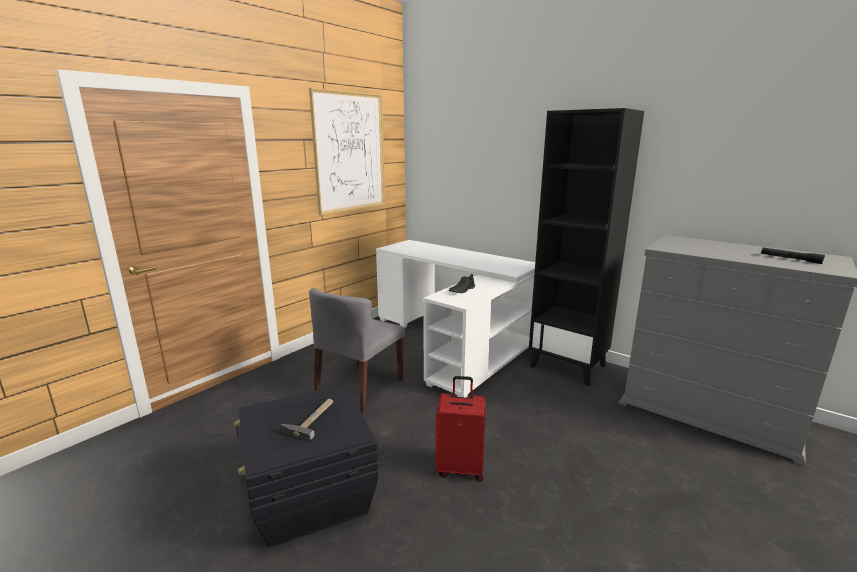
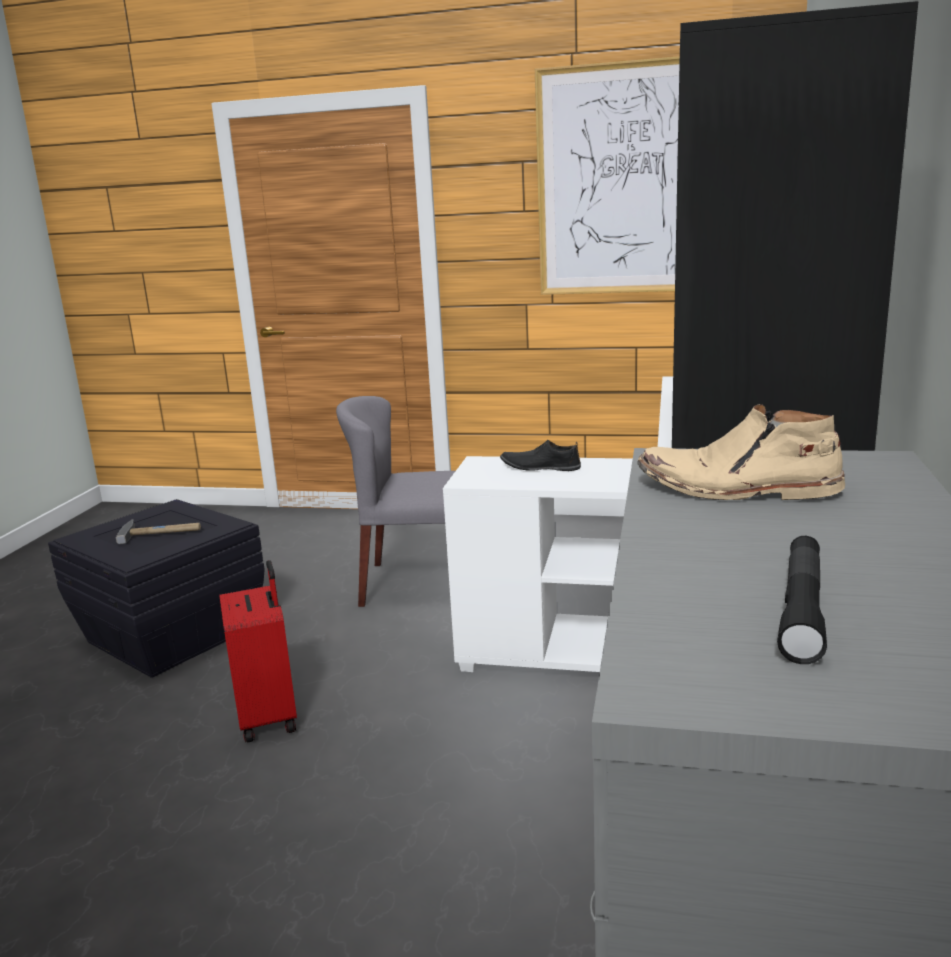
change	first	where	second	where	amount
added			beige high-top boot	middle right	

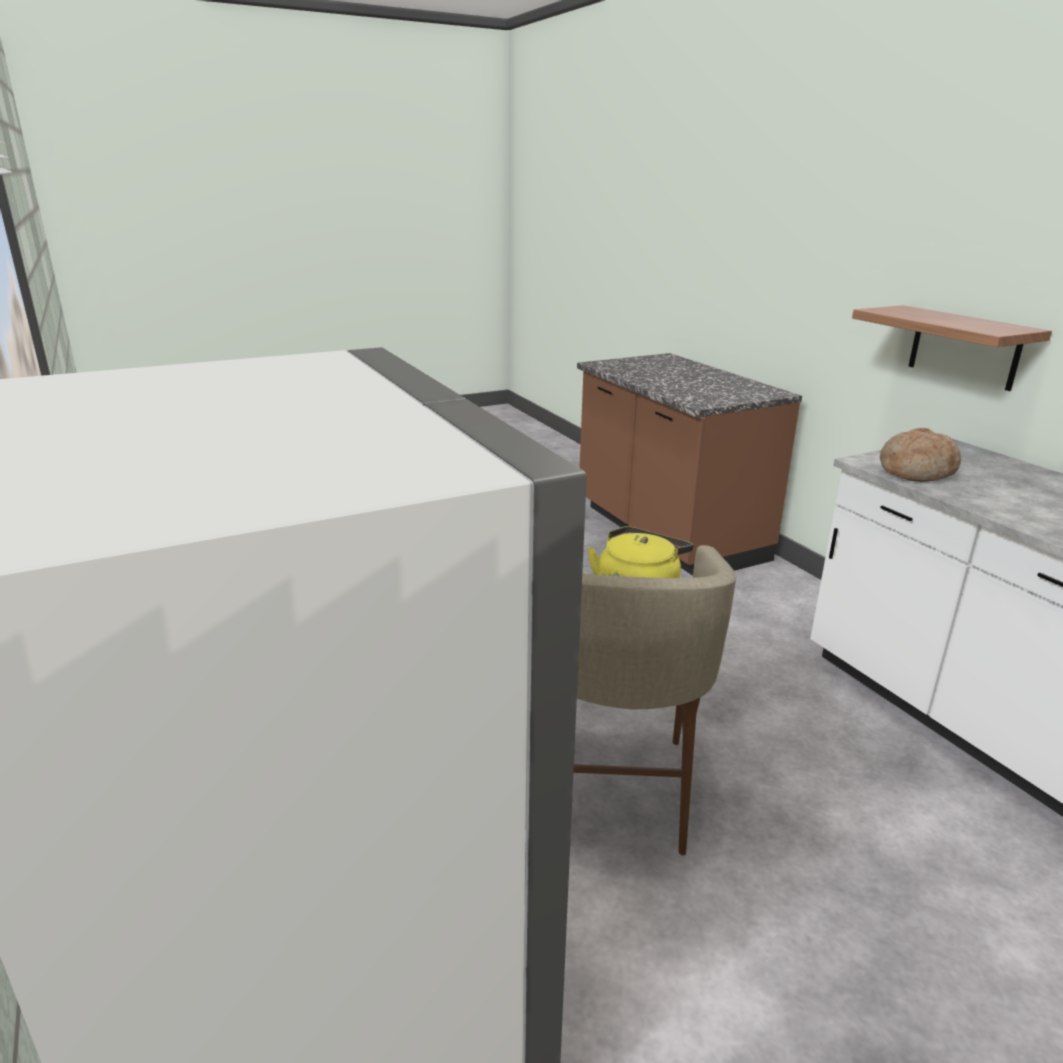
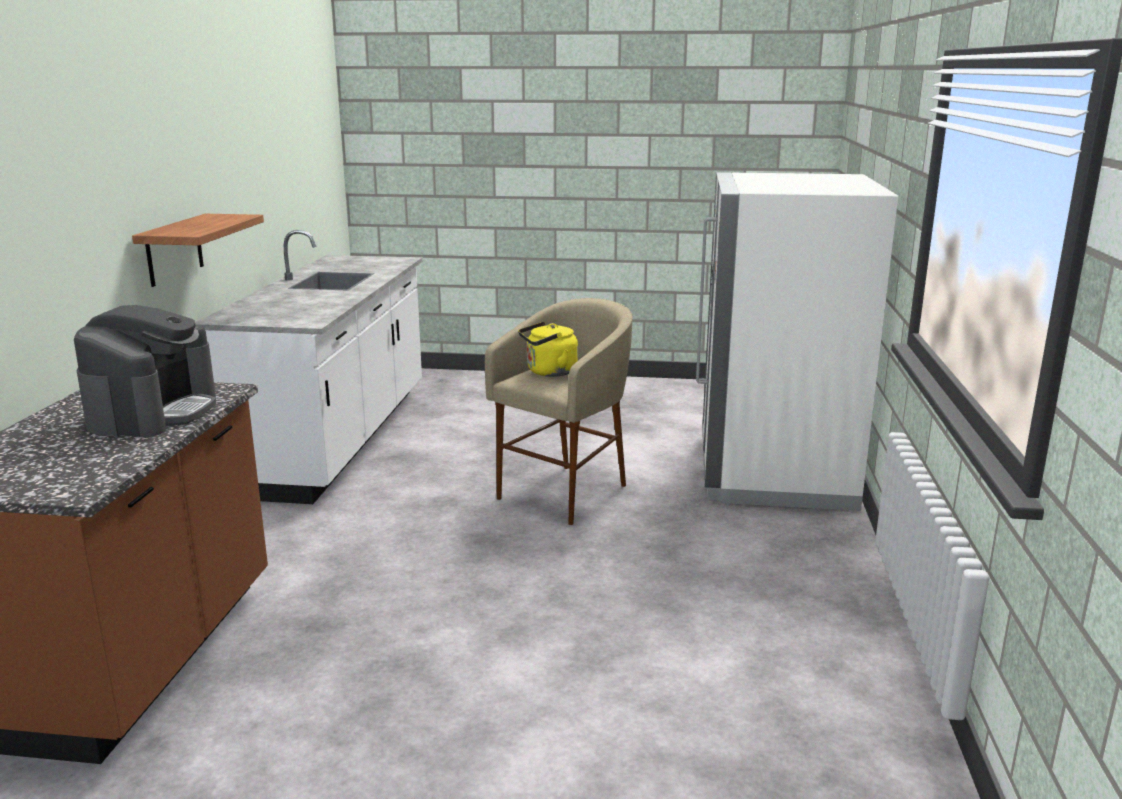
change	first	where	second	where	amount
removed	baked bread	middle right			
added			coffee brewer	middle left	

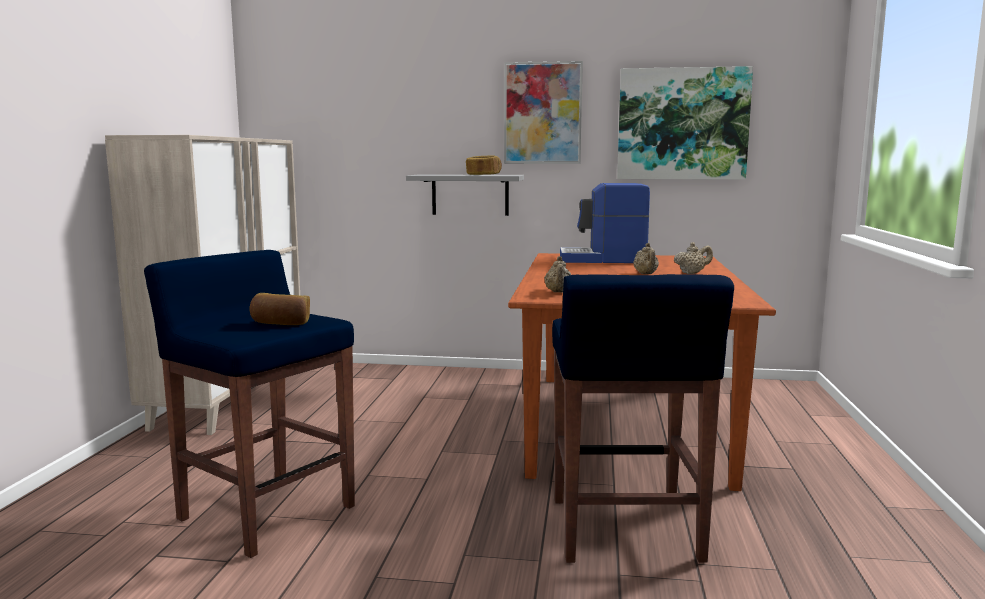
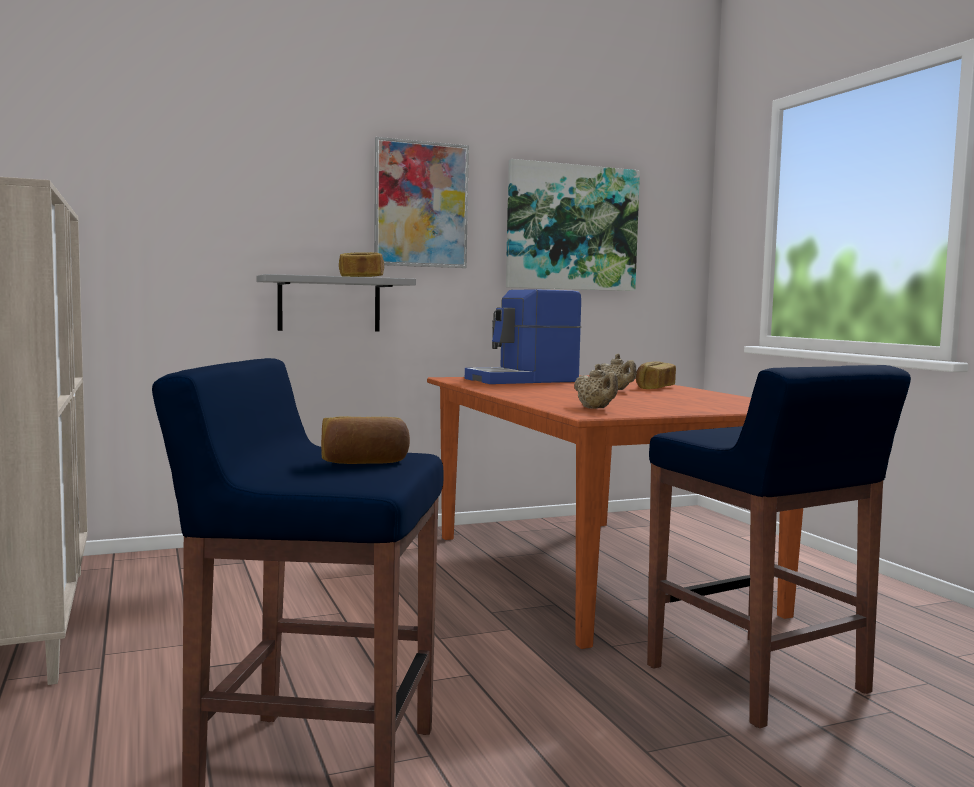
change	first	where	second	where	amount
replaced	beige pot for tea (3rd from left)	middle right	baked bread (3rd from left)	middle right	

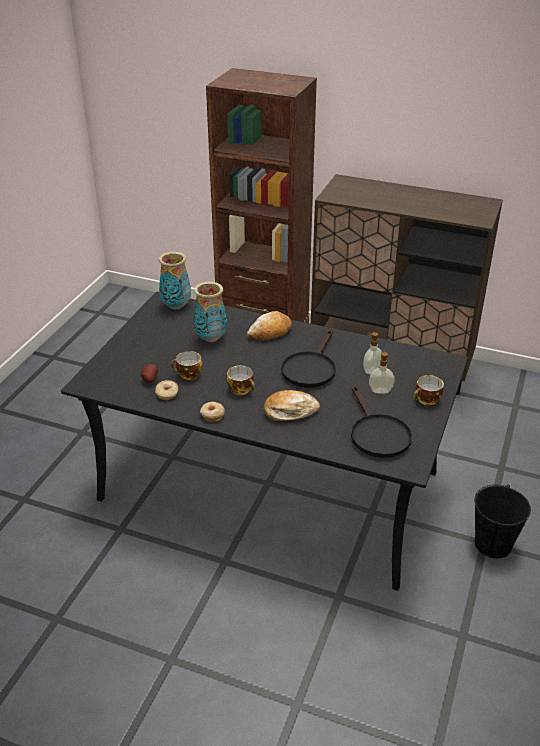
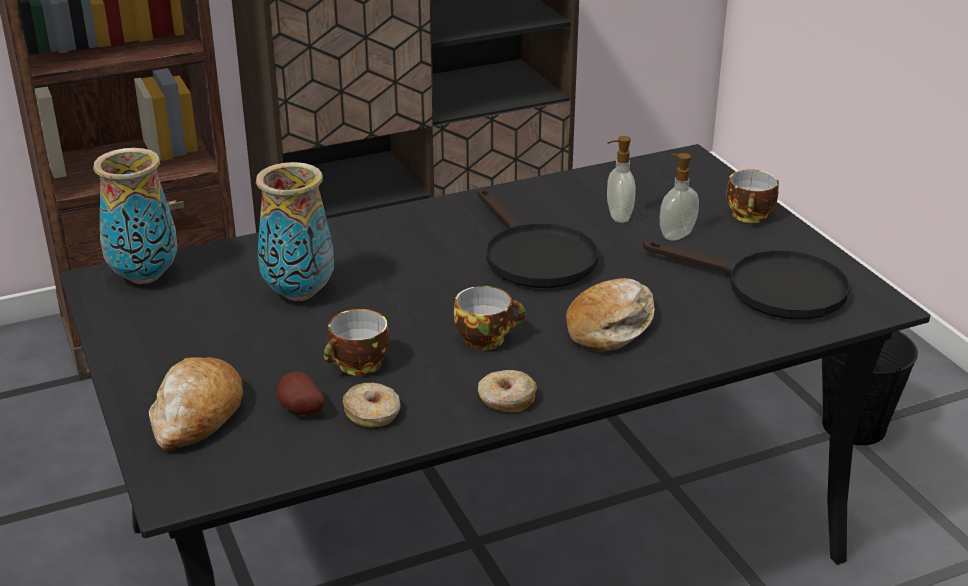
change	first	where	second	where	amount
moved	baked bread (1st from left)	centre		bottom left	

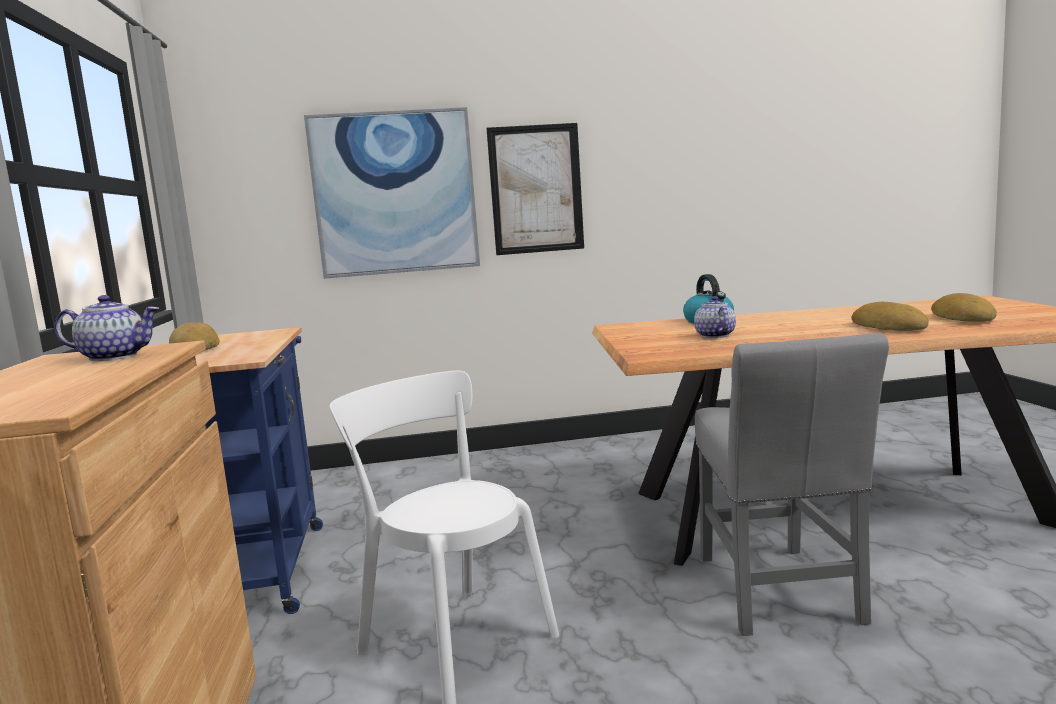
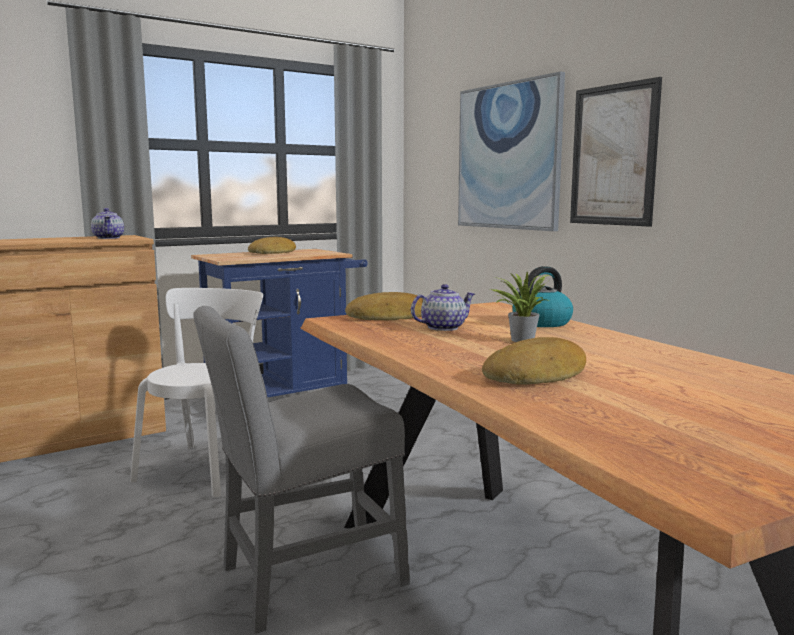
change	first	where	second	where	amount
added			houseplant	centre	
moved	baked bread (3rd from left in the first image)	middle right	baked bread (2nd from left)	centre	

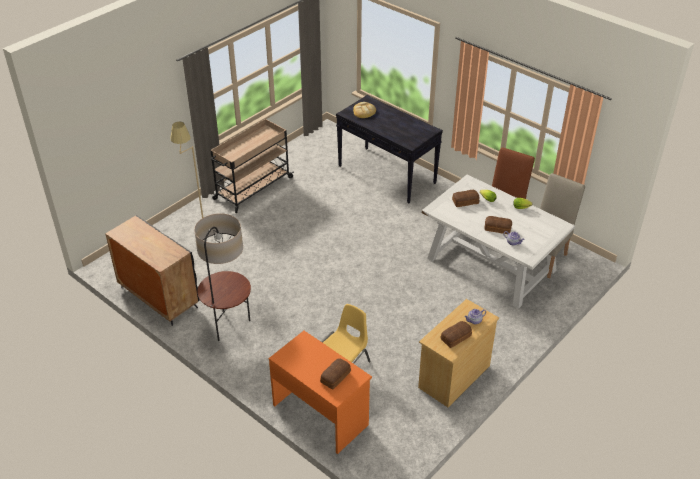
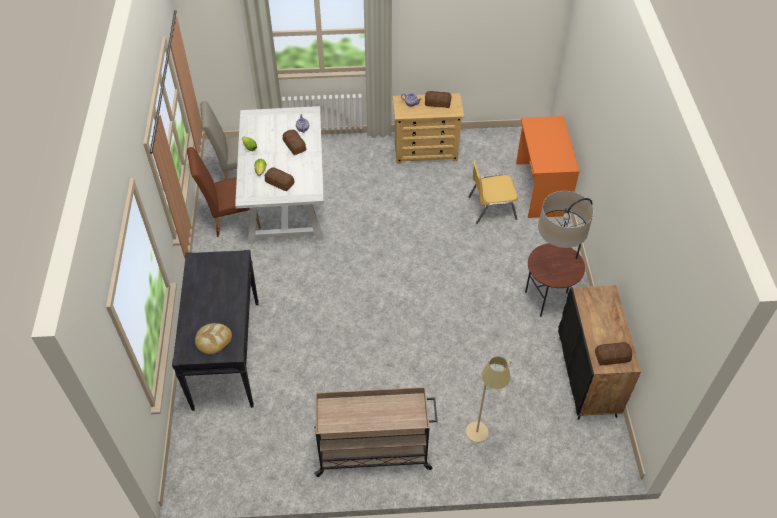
change	first	where	second	where	amount
moved	baked bread (1st from left in the first image)	bottom centre	baked bread (5th from left)	bottom right	

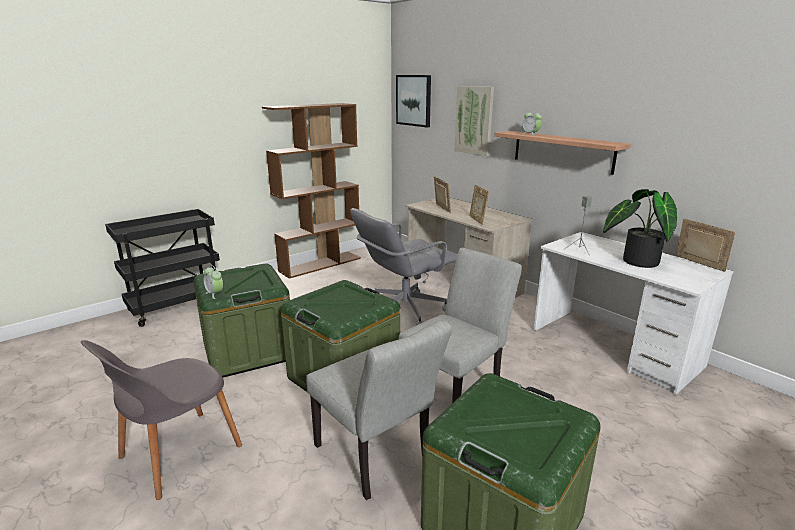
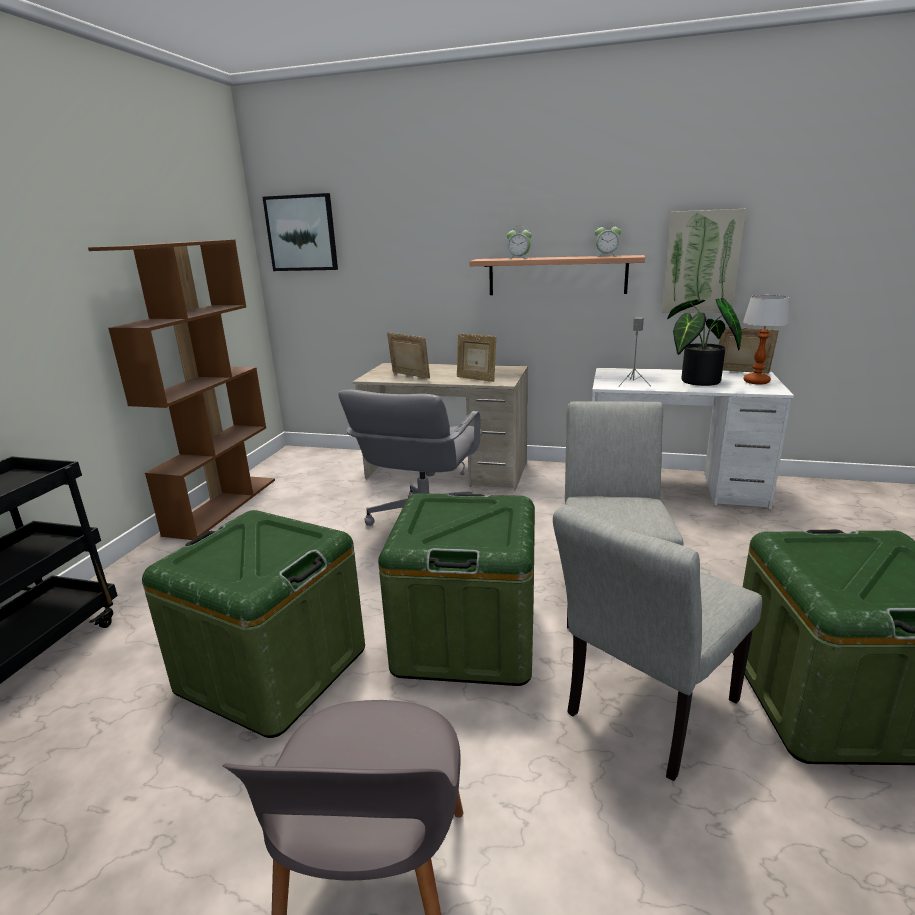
change	first	where	second	where	amount
added			table lamp	middle right	
moved	bedside clock (1st from left in the first image)	middle left	bedside clock (2nd from left)	top centre	
moved	wall picture (2nd from left)	top centre		top right	
turned	gray plain chair (2nd from left in the first image)	bottom centre	gray plain chair (3rd from left)	bottom right	120 degrees clockwise

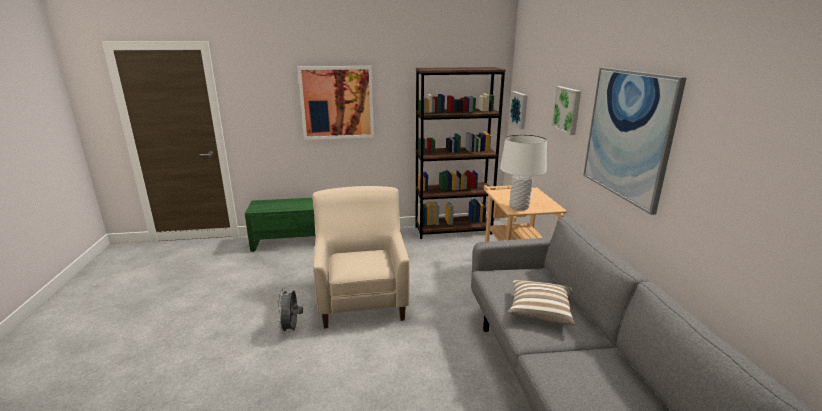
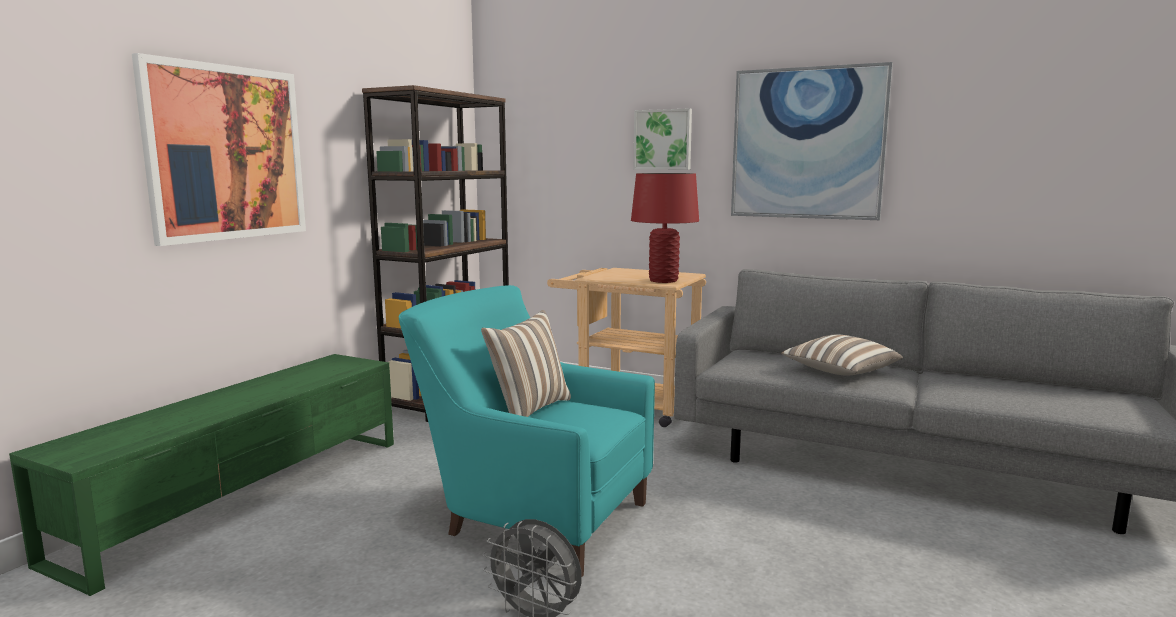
change	first	where	second	where	amount
removed	wall picture (2nd from left)	top centre			
added			throw pillow (1st from left)	centre	
recoloured	beige armchair	centre	blue-green armchair	bottom centre	
recoloured	whitish table lamp	centre	reddish table lamp	centre	

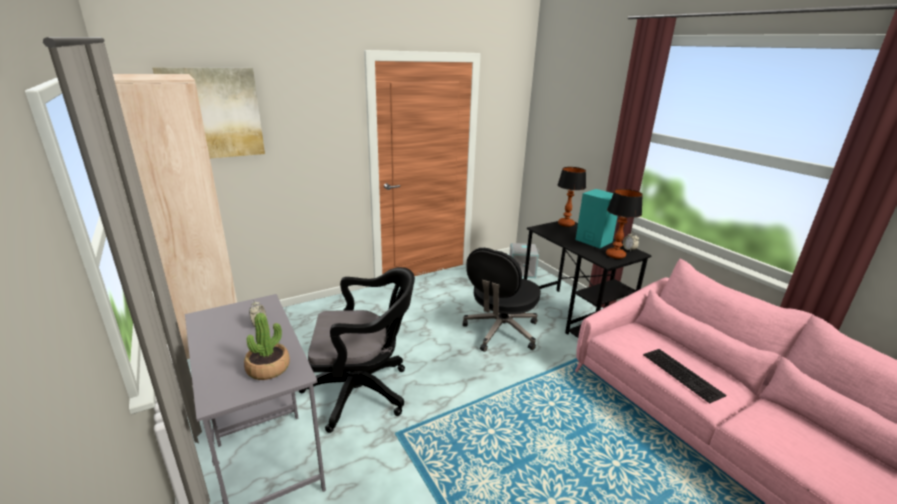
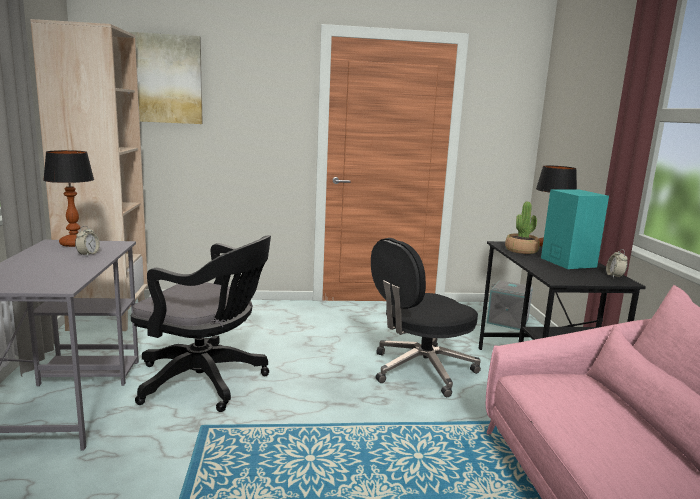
change	first	where	second	where	amount
removed	PC keyboard	bottom right			
moved	houseplant	bottom left		middle right	
moved	table lamp (2nd from left in the first image)	middle right	table lamp (1st from left)	middle left	

